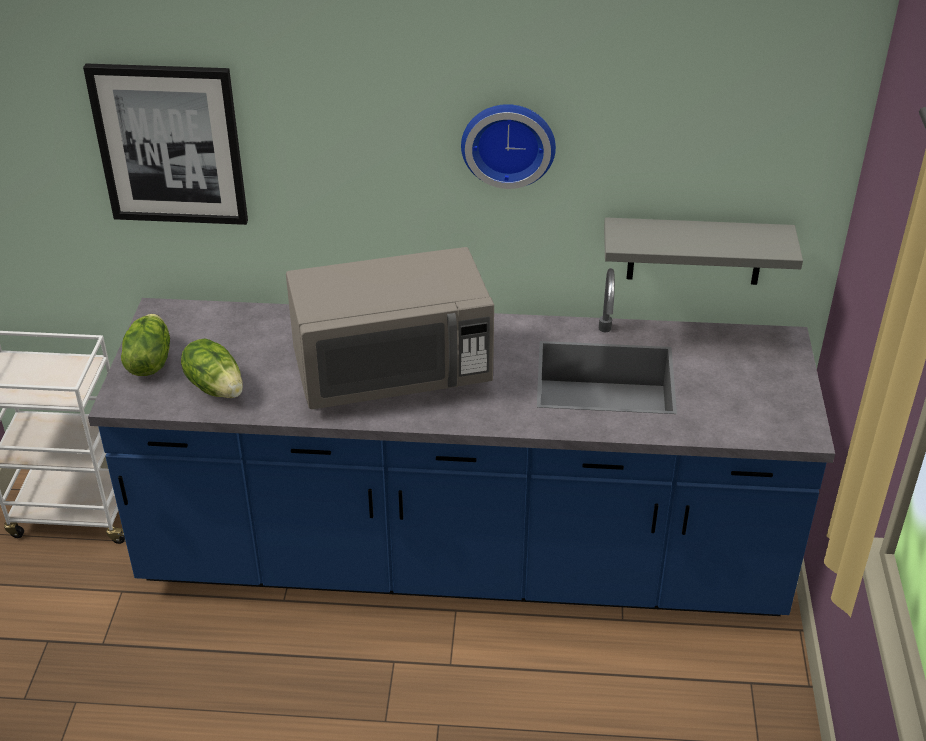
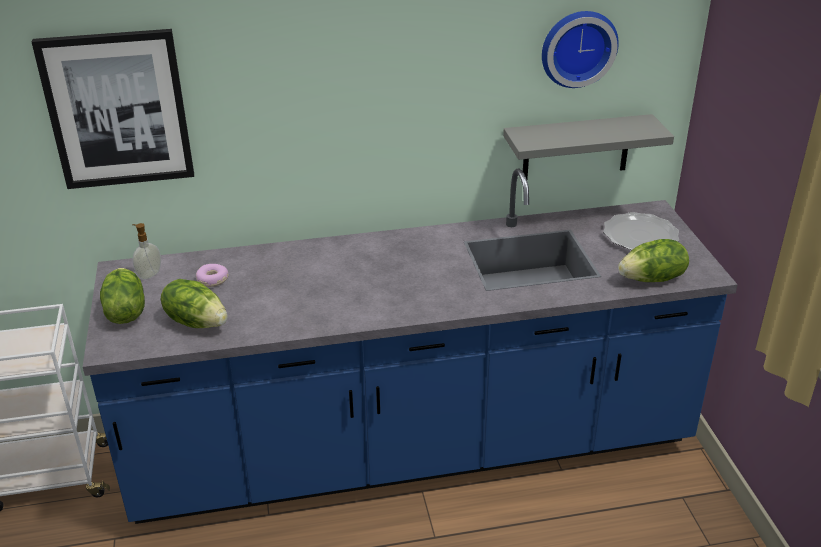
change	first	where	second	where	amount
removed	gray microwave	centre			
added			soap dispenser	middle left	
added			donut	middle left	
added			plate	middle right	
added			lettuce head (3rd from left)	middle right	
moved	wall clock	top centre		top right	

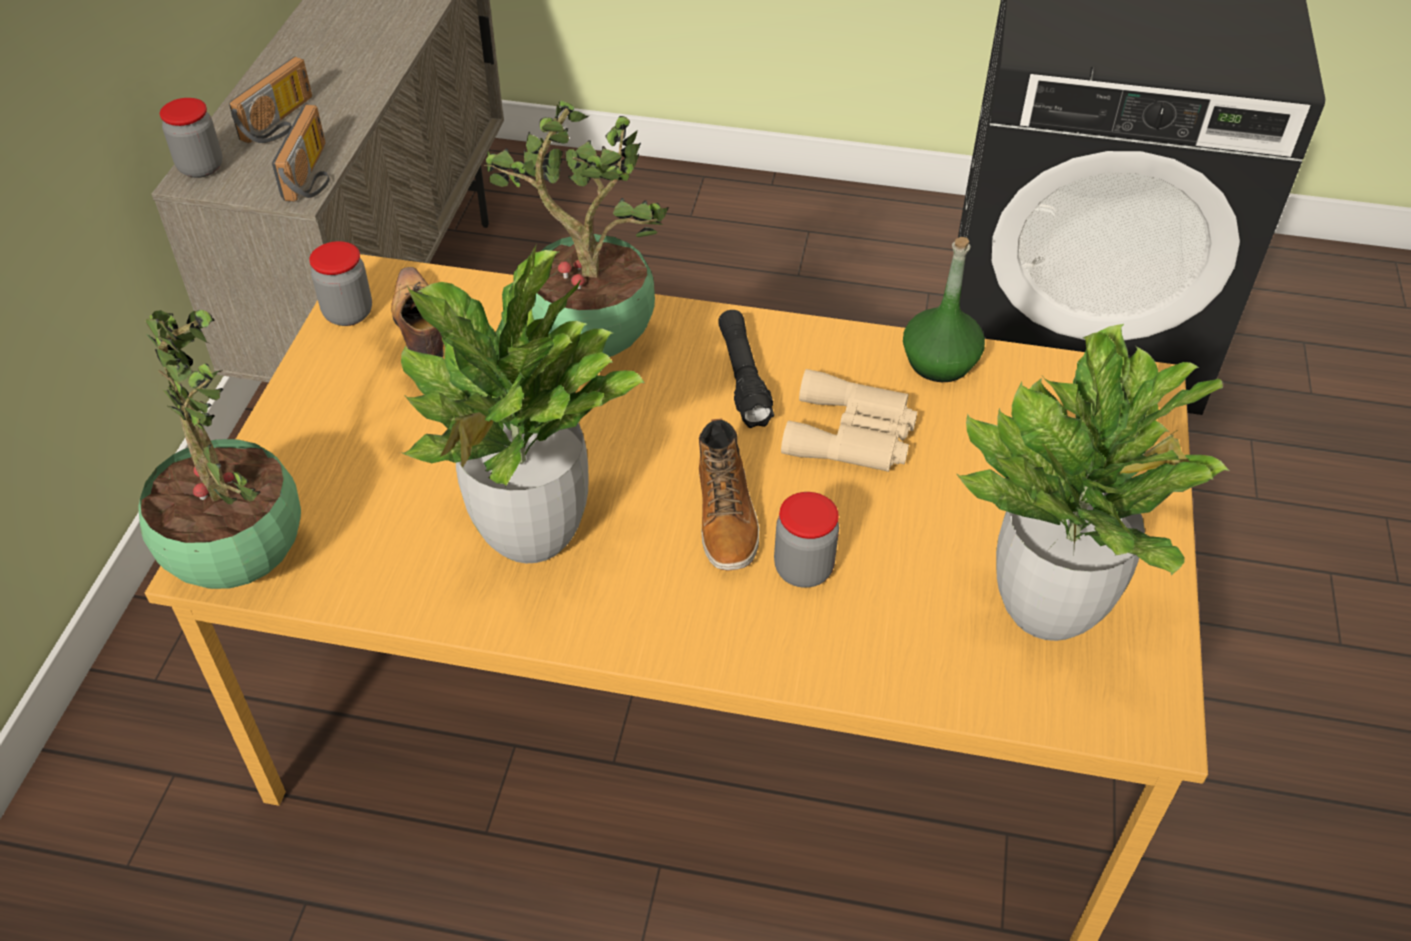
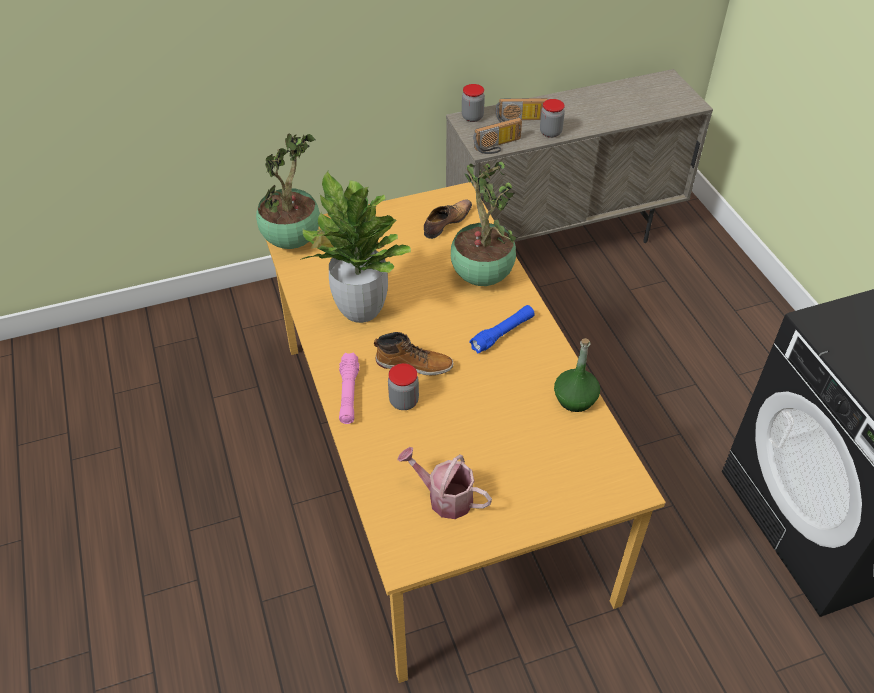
change	first	where	second	where	amount
removed	beige pair of binoculars	centre			
added			pink hand torch	centre	
moved	preserve jar (2nd from left in the first image)	top left	preserve jar (3rd from left)	top centre	
replaced	houseplant (4th from left)	middle right	watering can	bottom centre	
recoloured	black hand torch	centre	bluish hand torch	centre	
turned	high-top boot	centre		centre	135 degrees counterclockwise

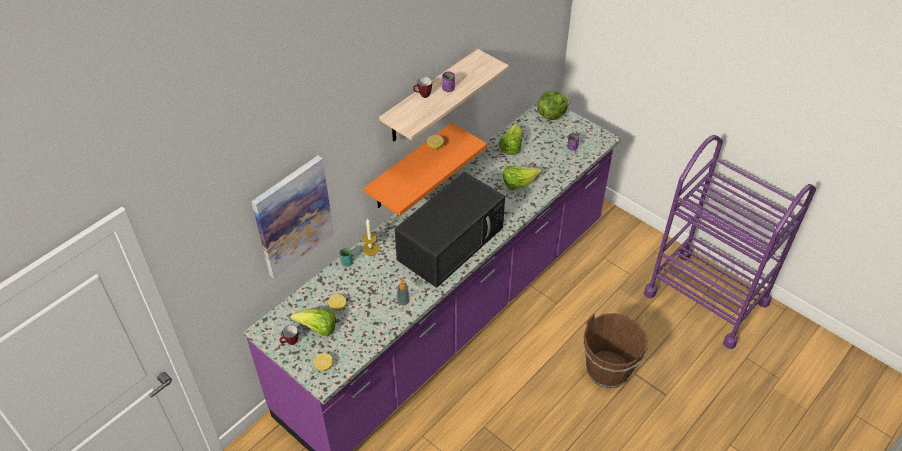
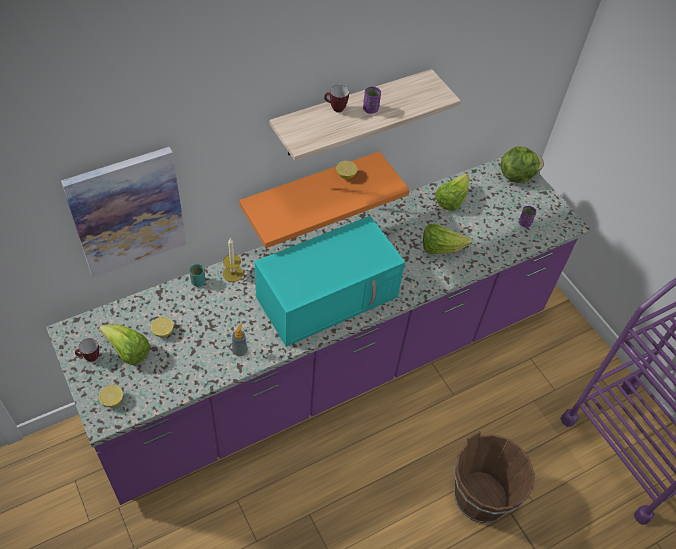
change	first	where	second	where	amount
recoloured	black microwave	centre	blue-green microwave	centre	

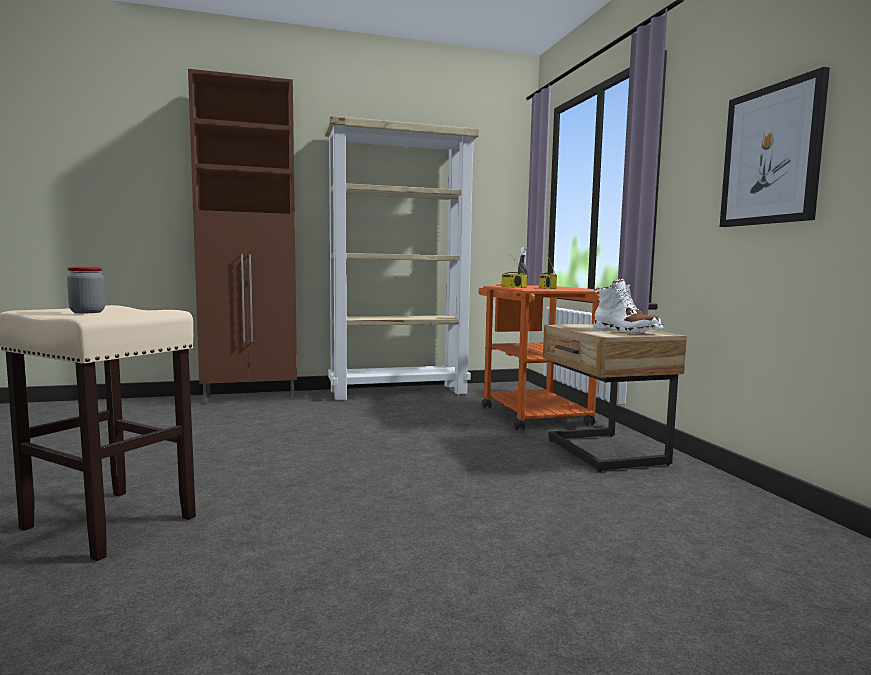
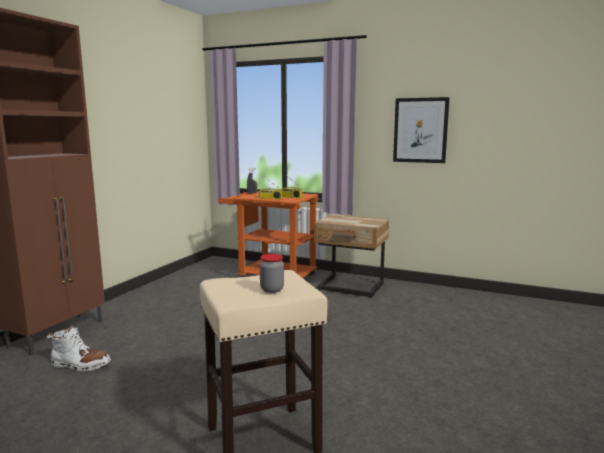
change	first	where	second	where	amount
removed	beige bookshelf	centre			
moved	whitish high-top boot	middle right		bottom left	

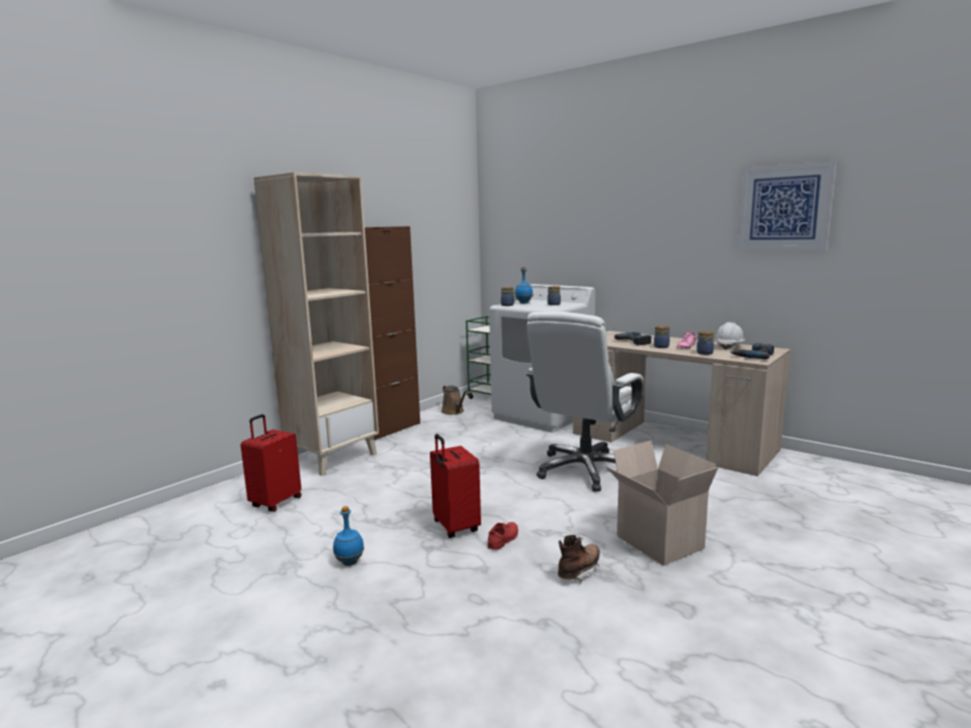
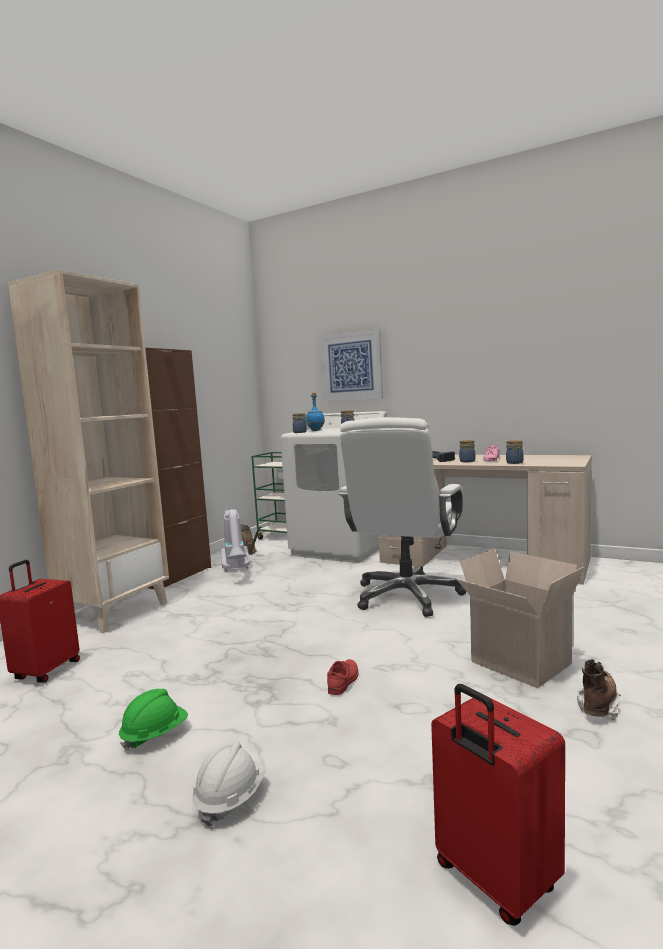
change	first	where	second	where	amount
removed	drill (2nd from left)	middle right			
added			vacuum	centre	
moved	reddish piece of luggage (2nd from left)	bottom centre		bottom right	
moved	brown high-top boot	bottom centre		bottom right	
moved	whitish work helmet	middle right		bottom centre	
moved	wall picture	top right		centre	
replaced	bluish bottle (1st from left)	bottom centre	green-coloured work helmet	bottom left	

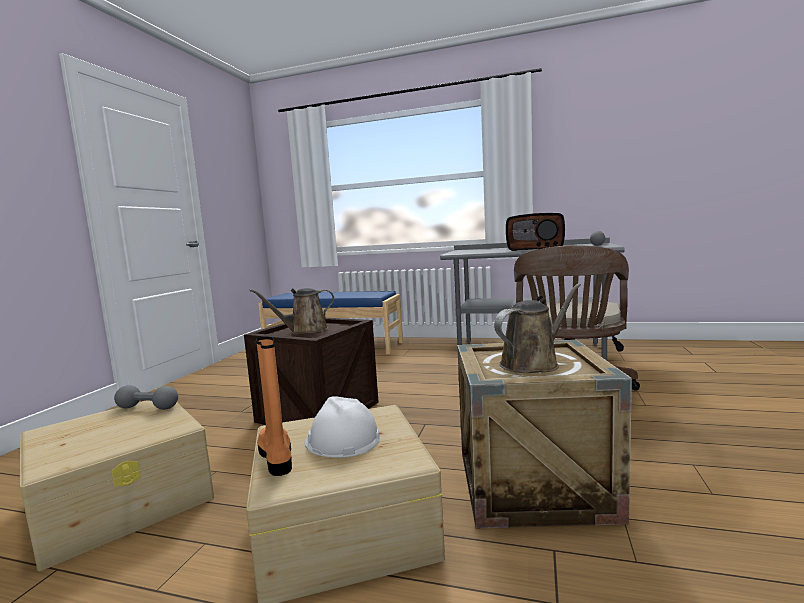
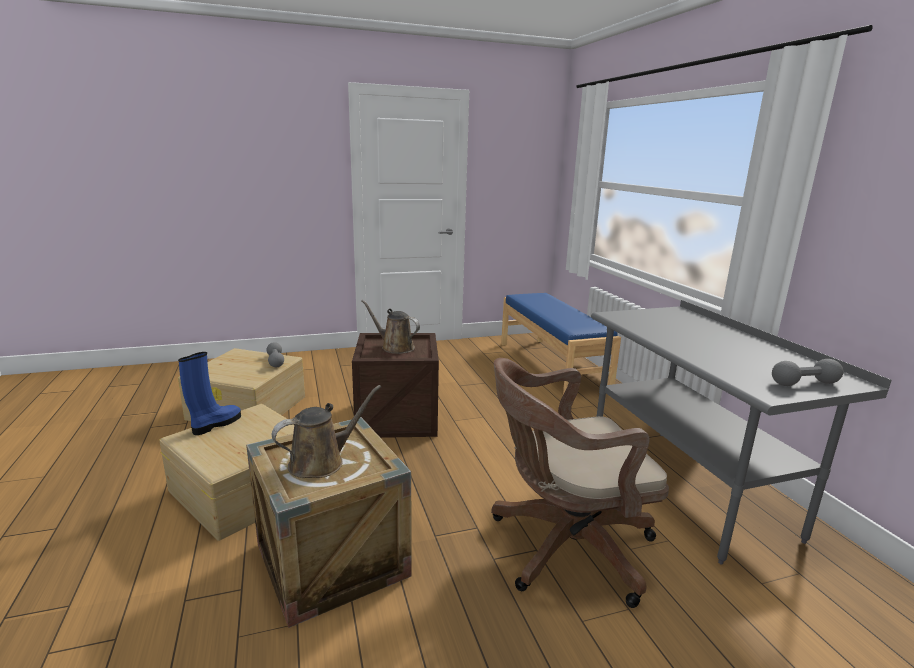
change	first	where	second	where	amount
removed	whitish work helmet	bottom centre			
removed	radio set	centre			
recoloured	orange-coloured high-top boot	bottom centre	bluish high-top boot	middle left	
turned	brown watering can (2nd from left in the first image)	middle right	brown watering can (1st from left)	centre	60 degrees counterclockwise

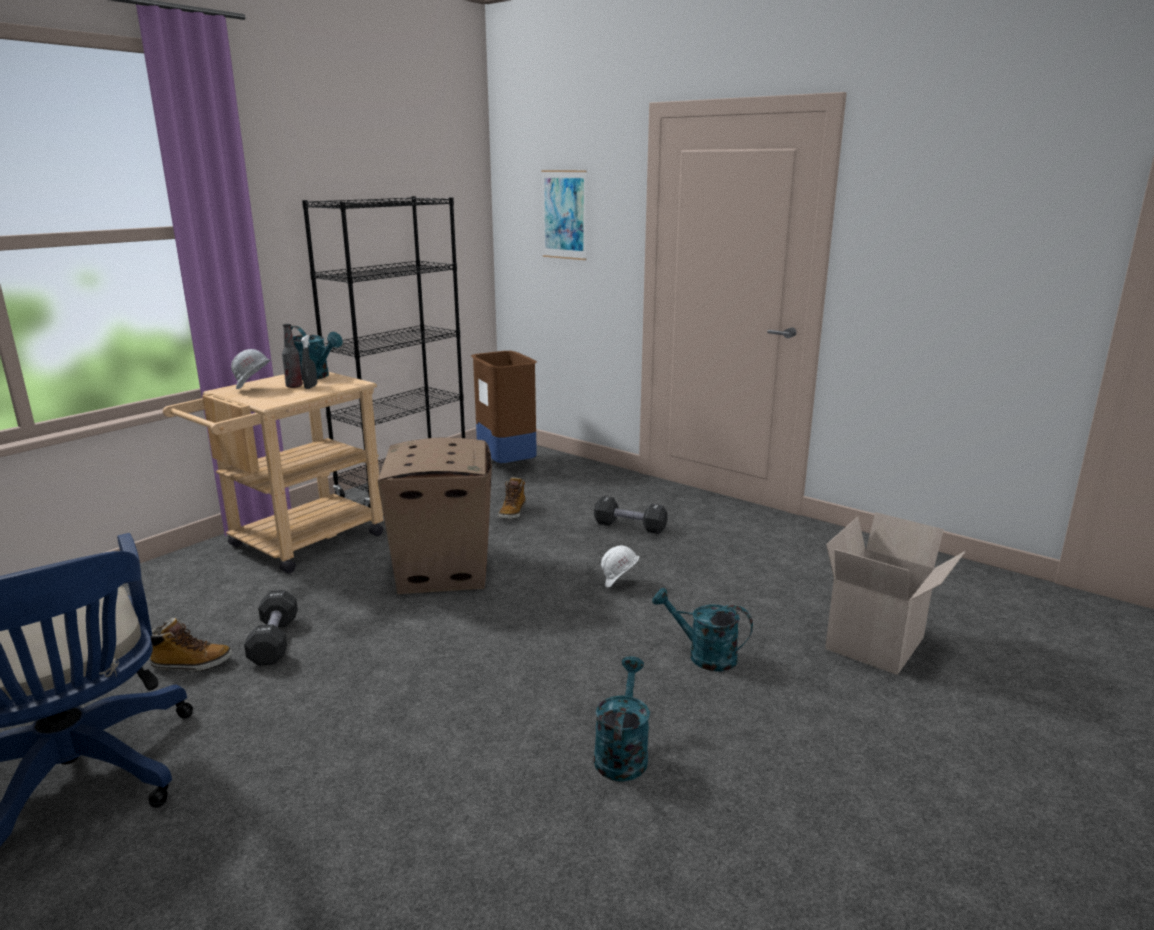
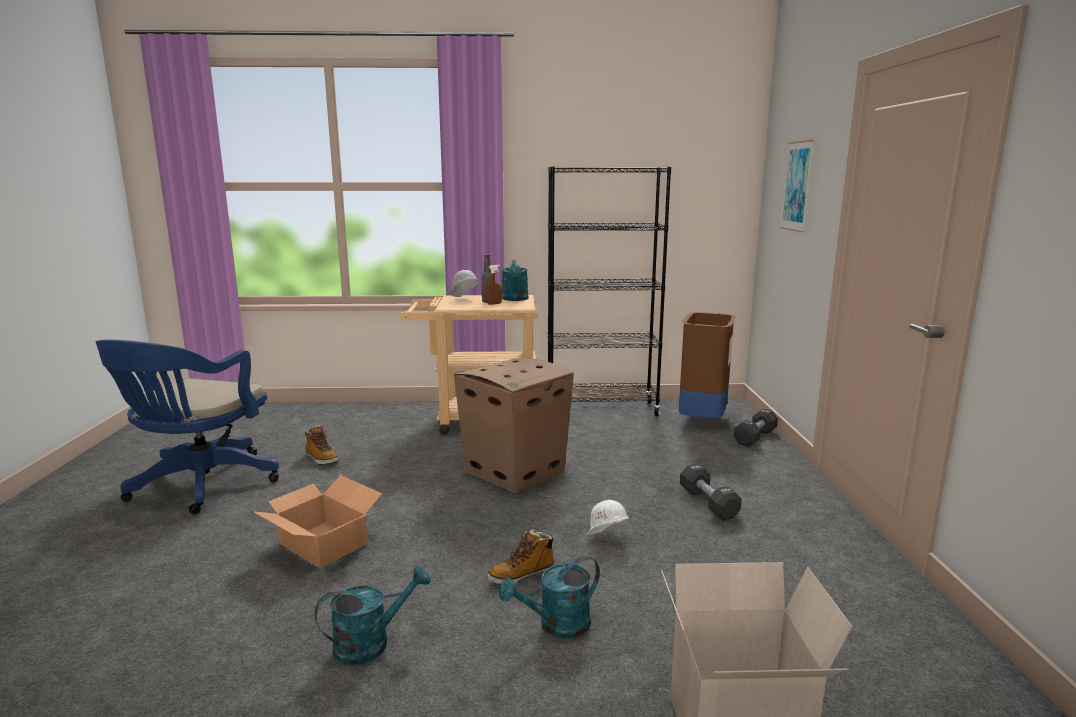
change	first	where	second	where	amount
added			cardboard box (1st from left)	bottom left	
moved	black dumbbell (1st from left in the first image)	bottom left	black dumbbell (2nd from left)	middle right	
moved	high-top boot (2nd from left)	centre		bottom centre	
recoloured	gray spray bottle	middle left	brown spray bottle	centre	
turned	blue-green watering can (3rd from left)	bottom centre		bottom centre	105 degrees counterclockwise

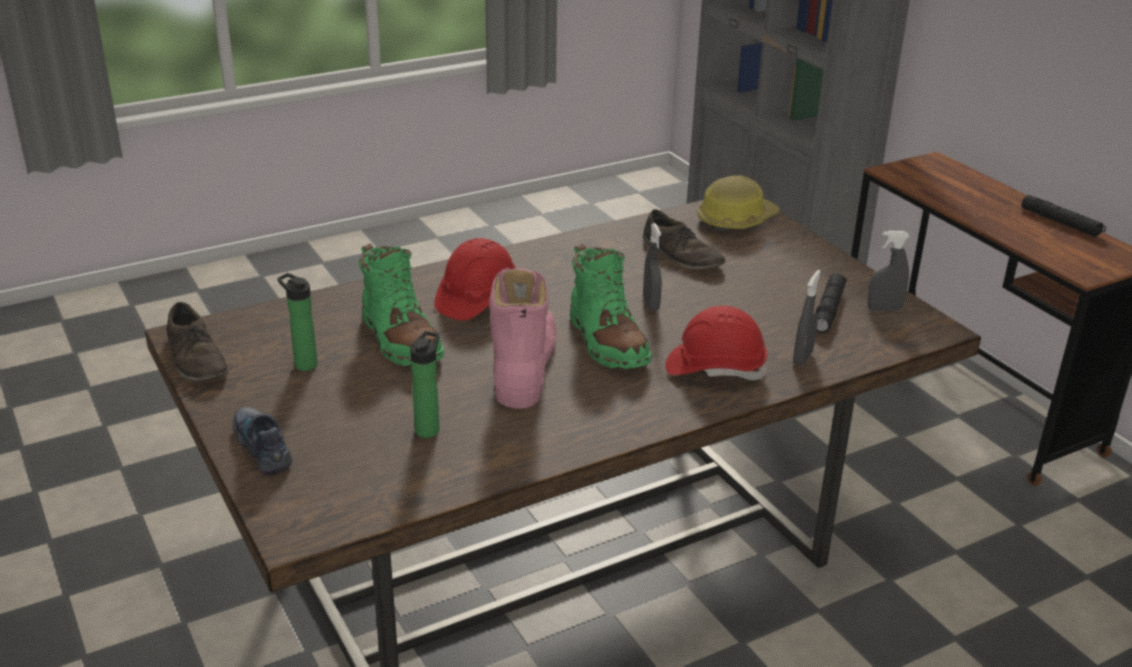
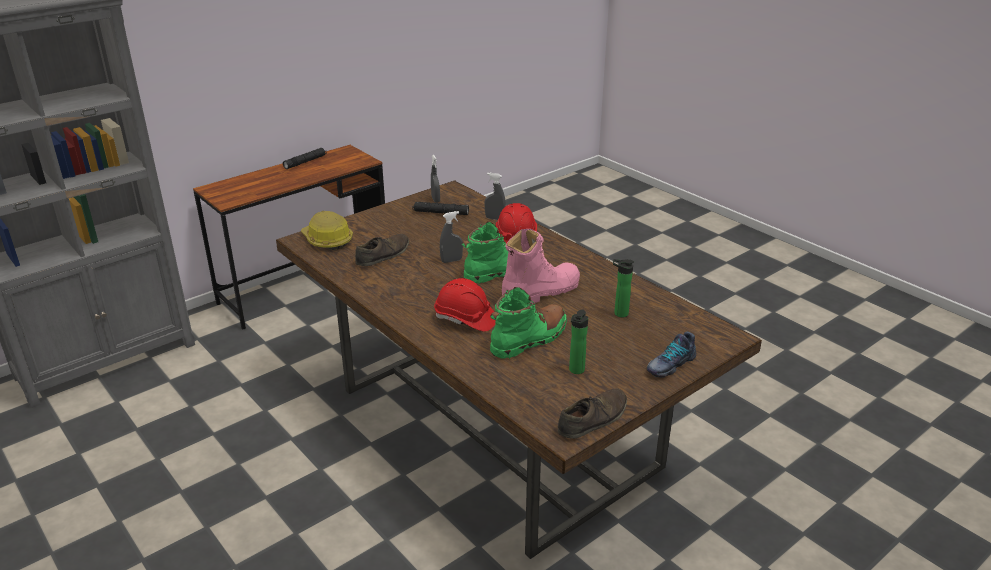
change	first	where	second	where	amount
turned	pink high-top boot	centre		centre	150 degrees clockwise

